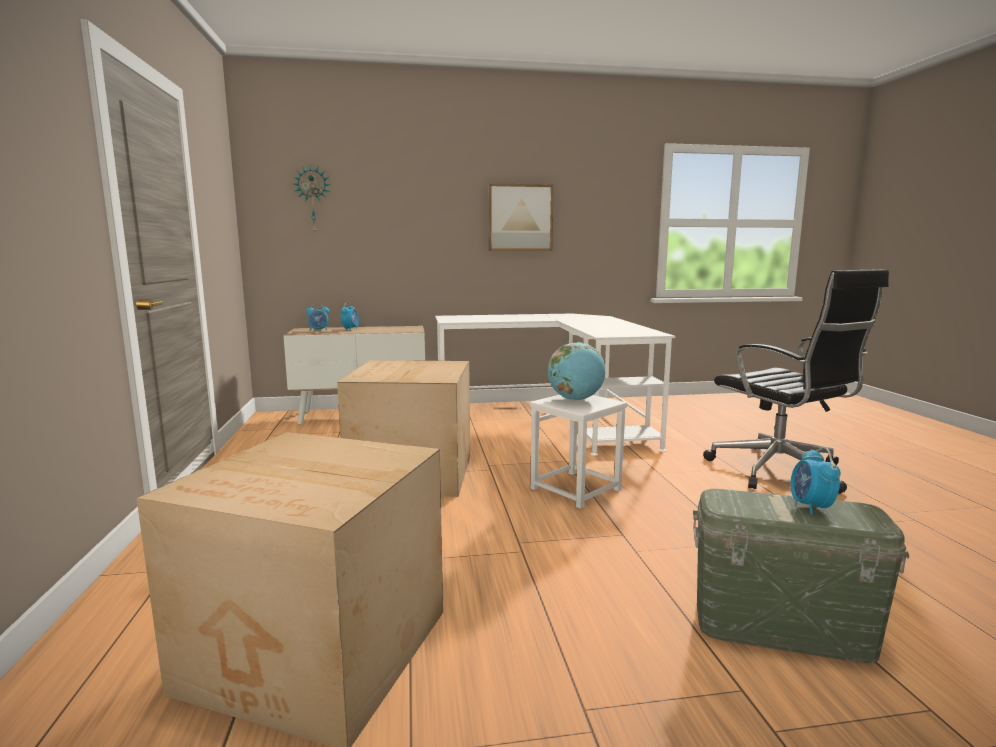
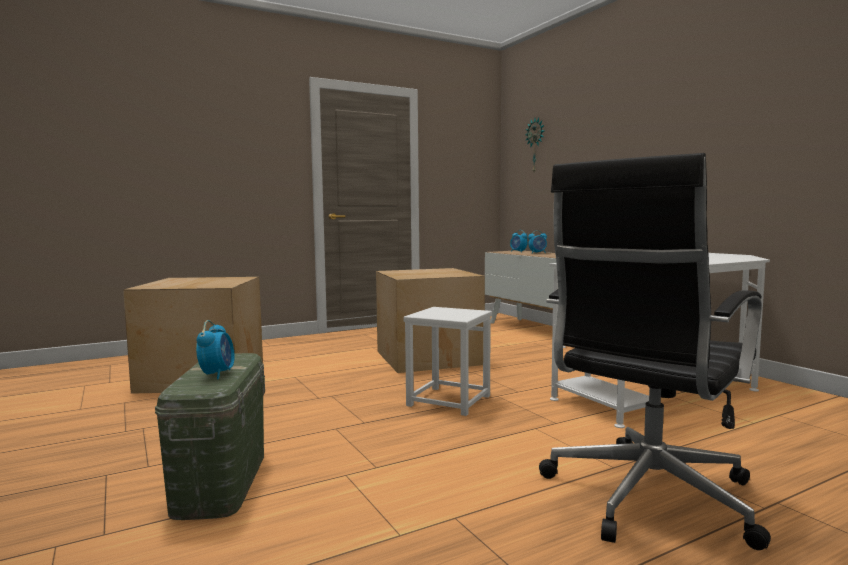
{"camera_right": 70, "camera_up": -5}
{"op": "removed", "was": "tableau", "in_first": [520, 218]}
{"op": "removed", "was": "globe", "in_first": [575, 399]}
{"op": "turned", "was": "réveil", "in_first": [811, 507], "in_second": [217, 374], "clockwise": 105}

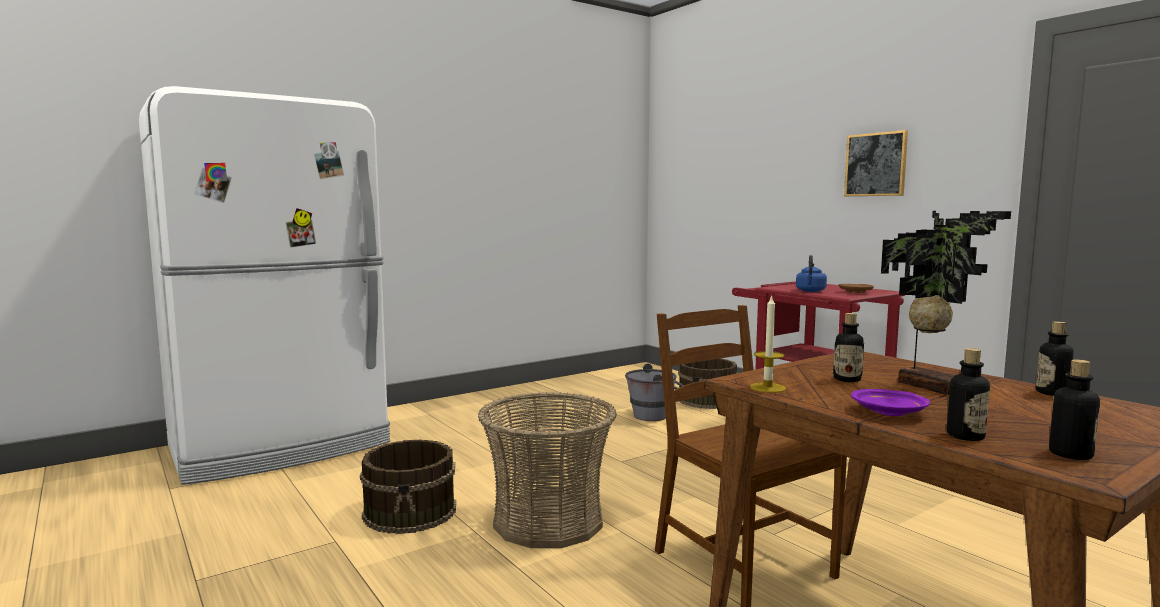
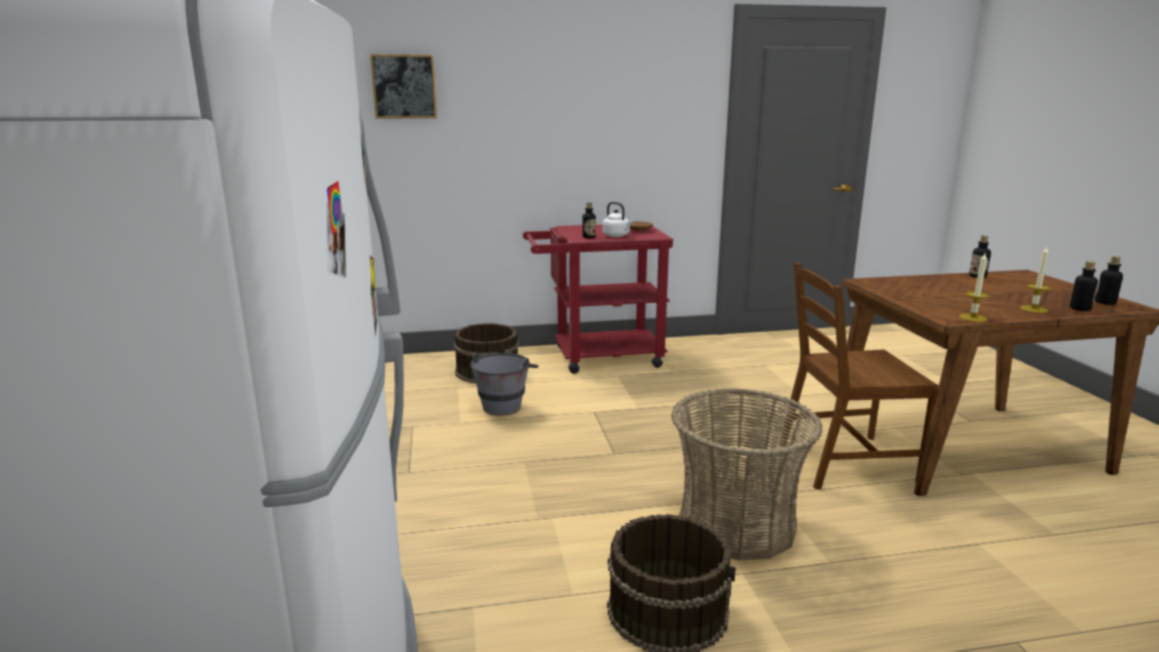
{"camera_right": -65, "camera_up": 10}
{"op": "moved", "was": "tableau", "in_first": [876, 164], "in_second": [404, 86]}
{"op": "removed", "was": "plante en pot", "in_first": [932, 386]}
{"op": "recoloured", "was": "bouilloire (bleu)", "now": "bouilloire (blanc)", "in_first": [810, 291], "in_second": [617, 236]}
{"op": "moved", "was": "bouteille", "in_first": [847, 379], "in_second": [589, 237]}
{"op": "replaced", "was": "assiette (violet)", "now": "bougie", "in_first": [890, 412], "in_second": [1034, 309]}

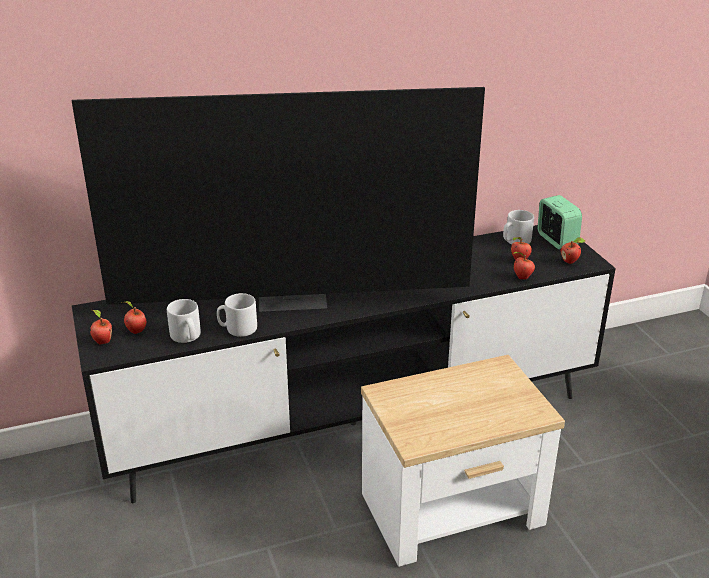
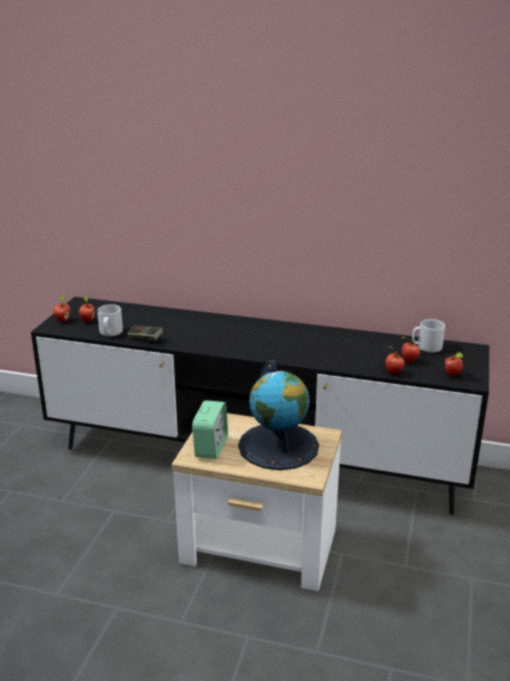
{"camera_right": 35, "camera_up": -5}
{"op": "removed", "was": "téléviseur", "in_first": [293, 297]}
{"op": "moved", "was": "réveil", "in_first": [556, 240], "in_second": [211, 447]}
{"op": "replaced", "was": "mug (gris)", "now": "manette", "in_first": [237, 329], "in_second": [145, 338]}
{"op": "added", "now": "globe", "in_second": [279, 446]}

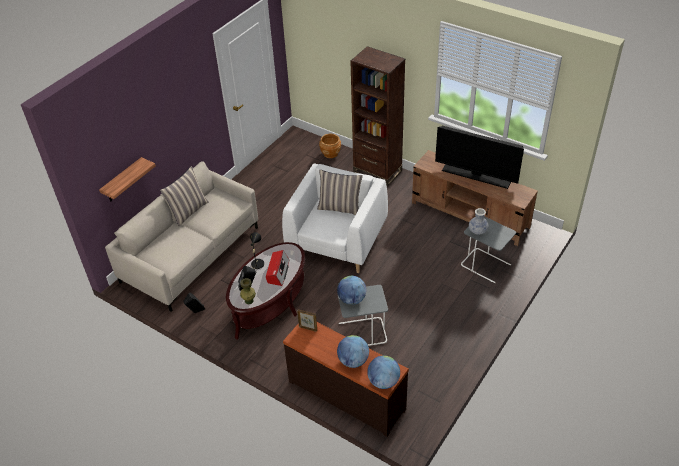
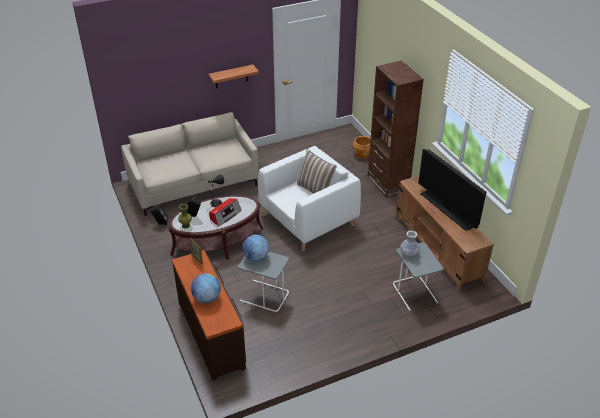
{"camera_right": 30, "camera_up": -5}
{"op": "moved", "was": "étagère", "in_first": [123, 181], "in_second": [231, 76]}
{"op": "removed", "was": "coussin", "in_first": [188, 211]}
{"op": "removed", "was": "globe", "in_first": [383, 381]}

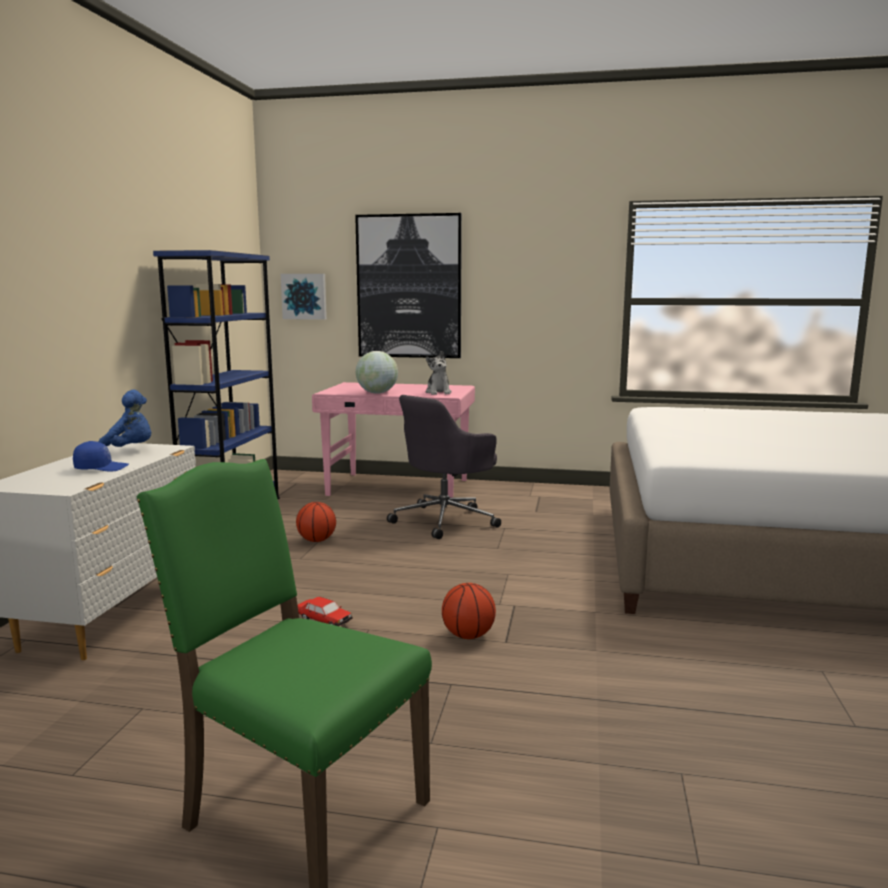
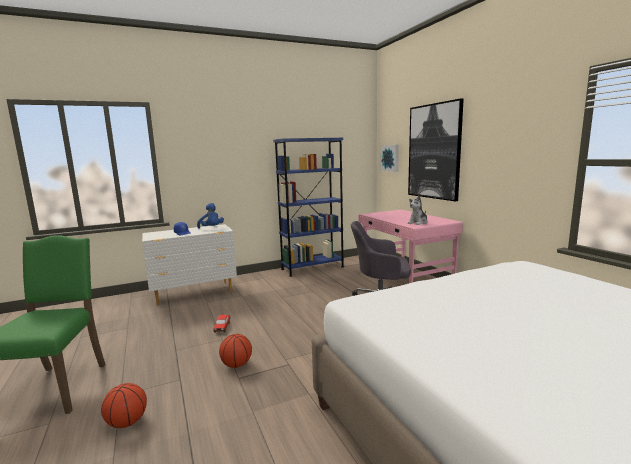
{"camera_right": 55, "camera_up": 0}
{"op": "removed", "was": "globe", "in_first": [377, 393]}
{"op": "moved", "was": "ballon de basket", "in_first": [317, 540], "in_second": [127, 422]}

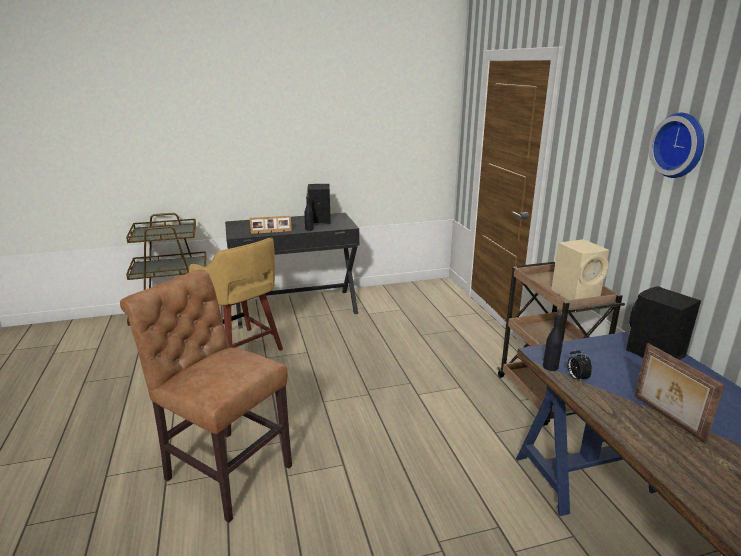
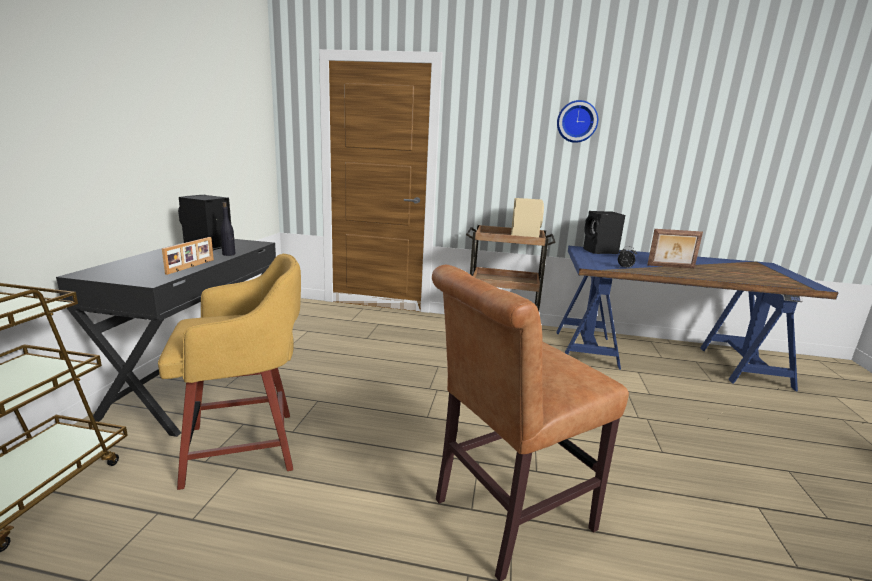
{"camera_right": -65, "camera_up": -5}
{"op": "removed", "was": "bouteille (noir)", "in_first": [550, 367]}

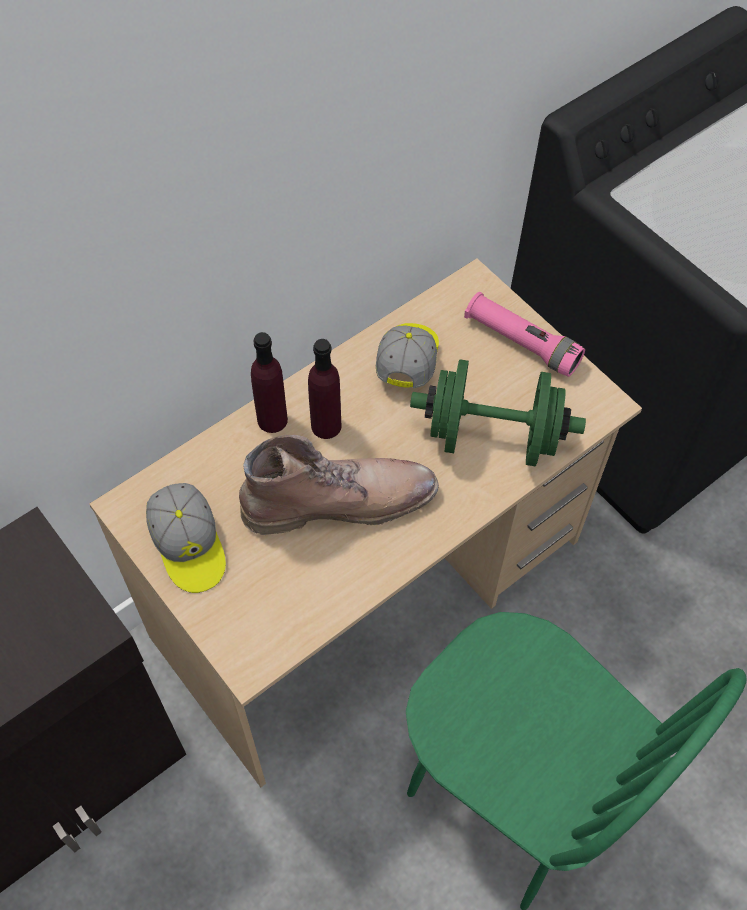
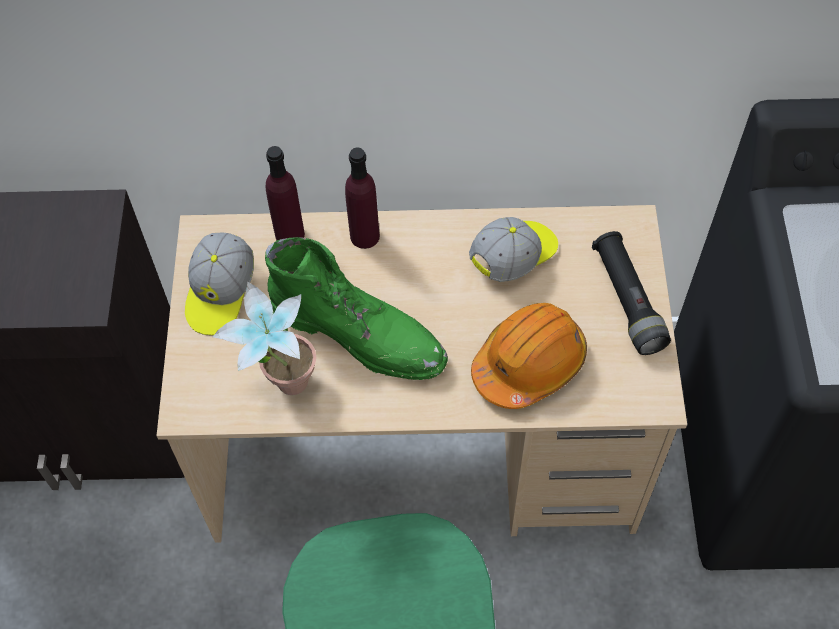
{"camera_right": 40, "camera_up": 0}
{"op": "recoloured", "was": "lampe de poche (rose)", "now": "lampe de poche (noir)", "in_first": [521, 343], "in_second": [627, 301]}
{"op": "moved", "was": "bouteille (violet)", "in_first": [326, 426], "in_second": [289, 234]}
{"op": "replaced", "was": "haltère (vert)", "now": "casque de chantier (orange)", "in_first": [492, 437], "in_second": [529, 363]}
{"op": "recoloured", "was": "botte (marron)", "now": "botte (vert)", "in_first": [340, 500], "in_second": [360, 333]}
{"op": "added", "now": "plante en pot", "in_second": [281, 387]}

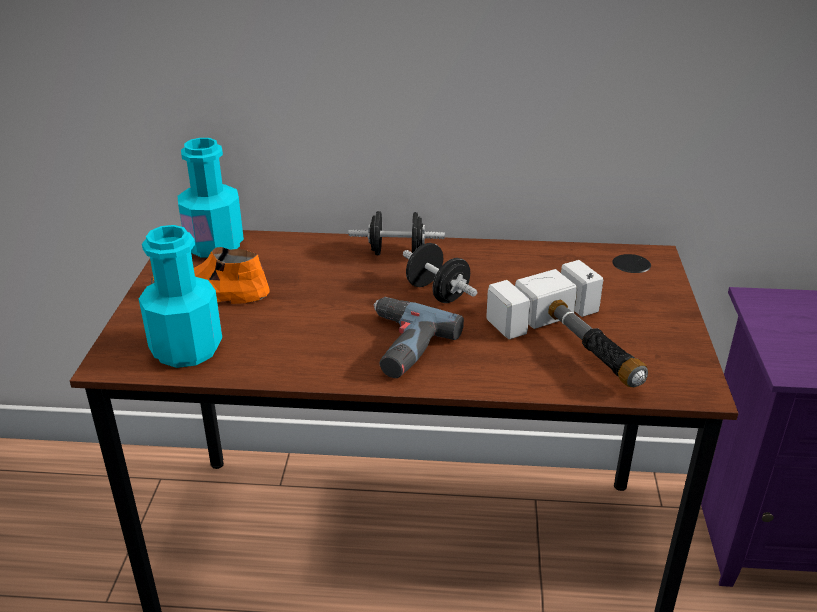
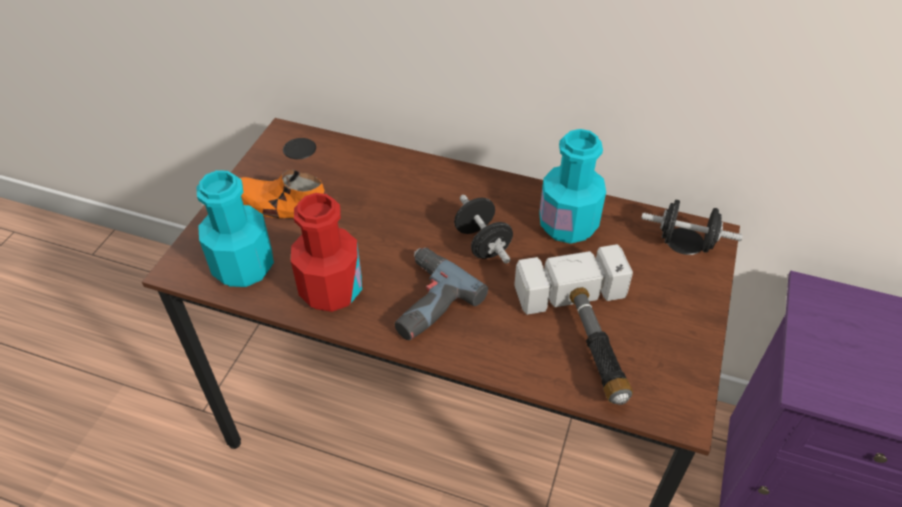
{"camera_right": 15, "camera_up": 15}
{"op": "moved", "was": "bouteille (turquoise)", "in_first": [214, 245], "in_second": [568, 224]}
{"op": "moved", "was": "haltère (noir)", "in_first": [396, 253], "in_second": [686, 241]}
{"op": "added", "now": "bouteille (rouge)", "in_second": [331, 289]}

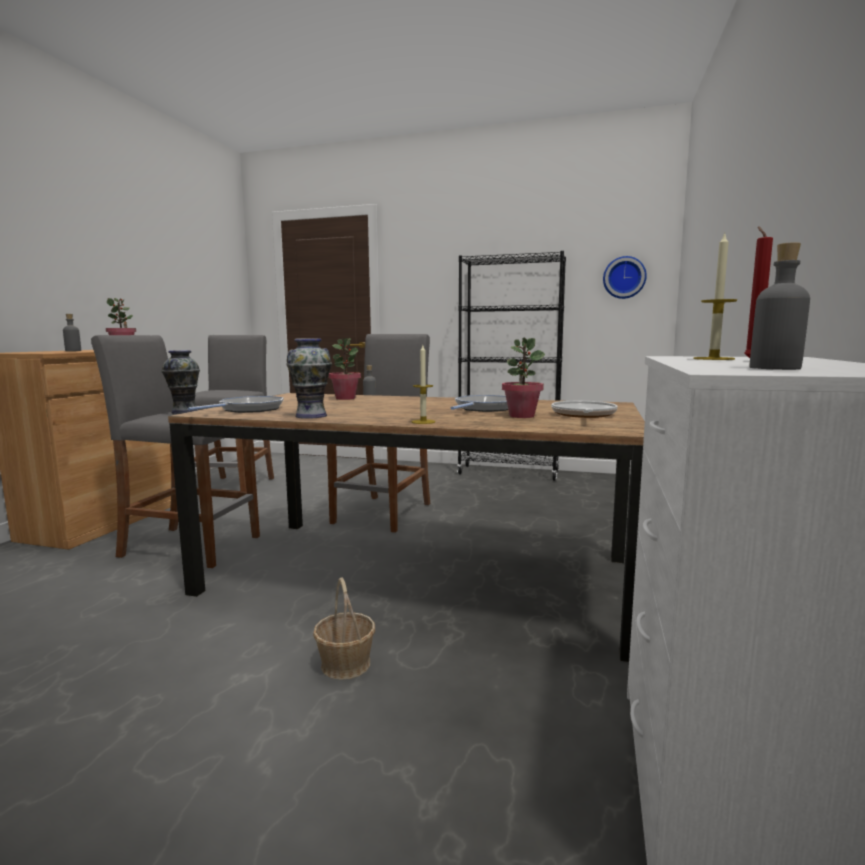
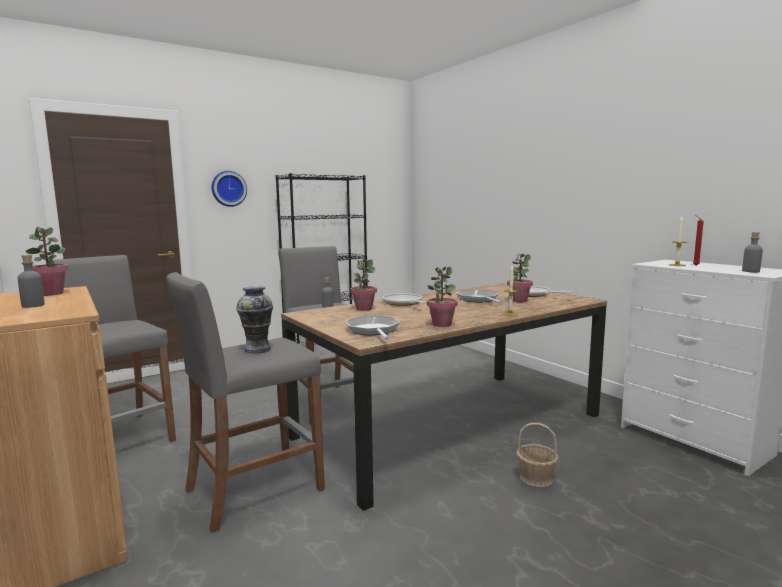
{"camera_right": -50, "camera_up": 0}
{"op": "moved", "was": "horloge murale", "in_first": [624, 277], "in_second": [228, 188]}
{"op": "replaced", "was": "vase", "now": "plante en pot", "in_first": [311, 416], "in_second": [441, 324]}
{"op": "added", "now": "poêle", "in_second": [403, 303]}

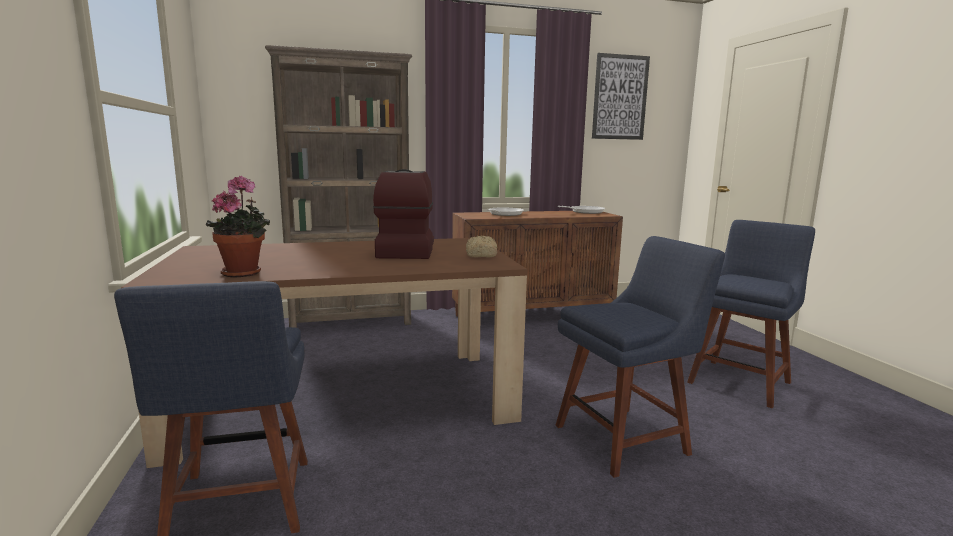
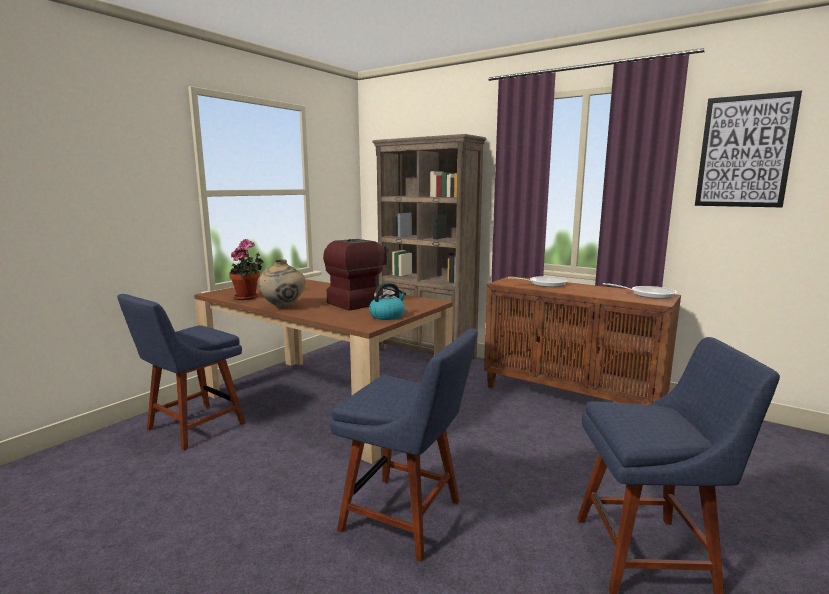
{"camera_right": 50, "camera_up": 0}
{"op": "replaced", "was": "pain", "now": "bouilloire", "in_first": [481, 255], "in_second": [387, 316]}
{"op": "added", "now": "vase (beige)", "in_second": [283, 307]}

